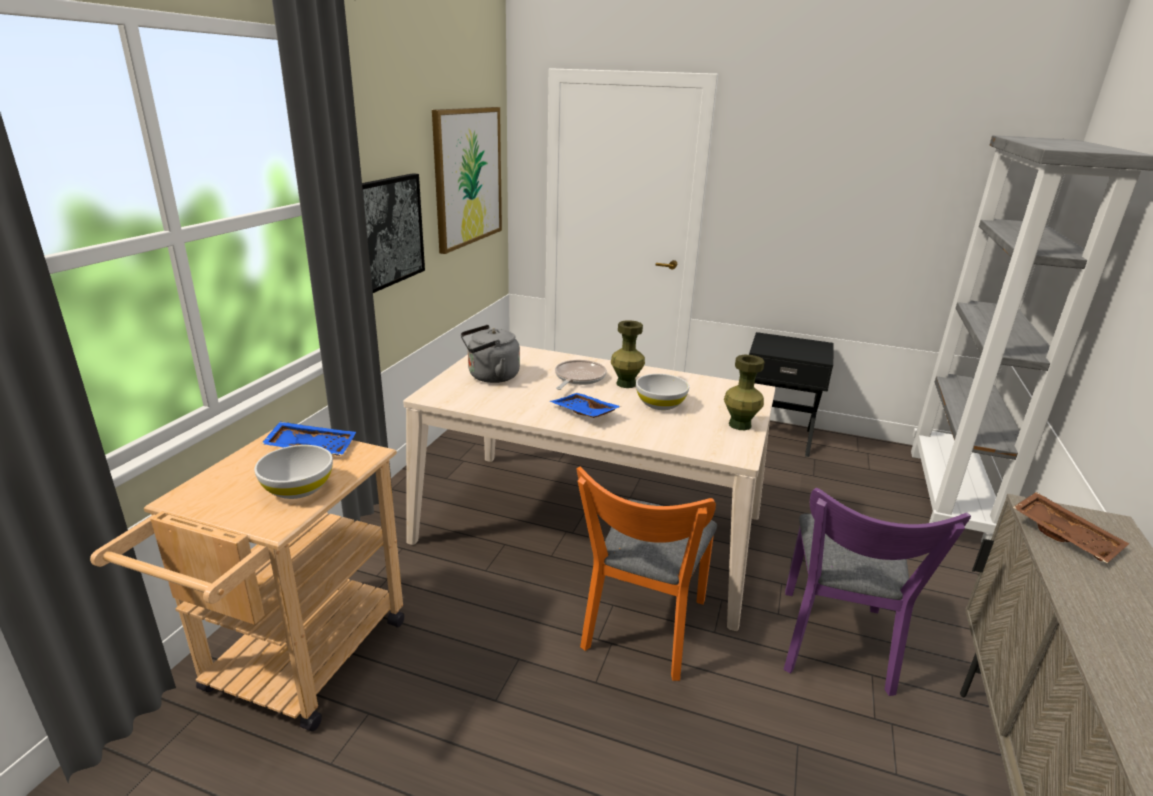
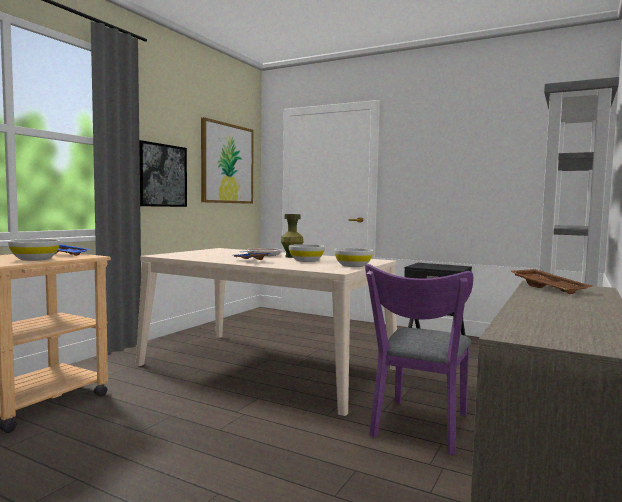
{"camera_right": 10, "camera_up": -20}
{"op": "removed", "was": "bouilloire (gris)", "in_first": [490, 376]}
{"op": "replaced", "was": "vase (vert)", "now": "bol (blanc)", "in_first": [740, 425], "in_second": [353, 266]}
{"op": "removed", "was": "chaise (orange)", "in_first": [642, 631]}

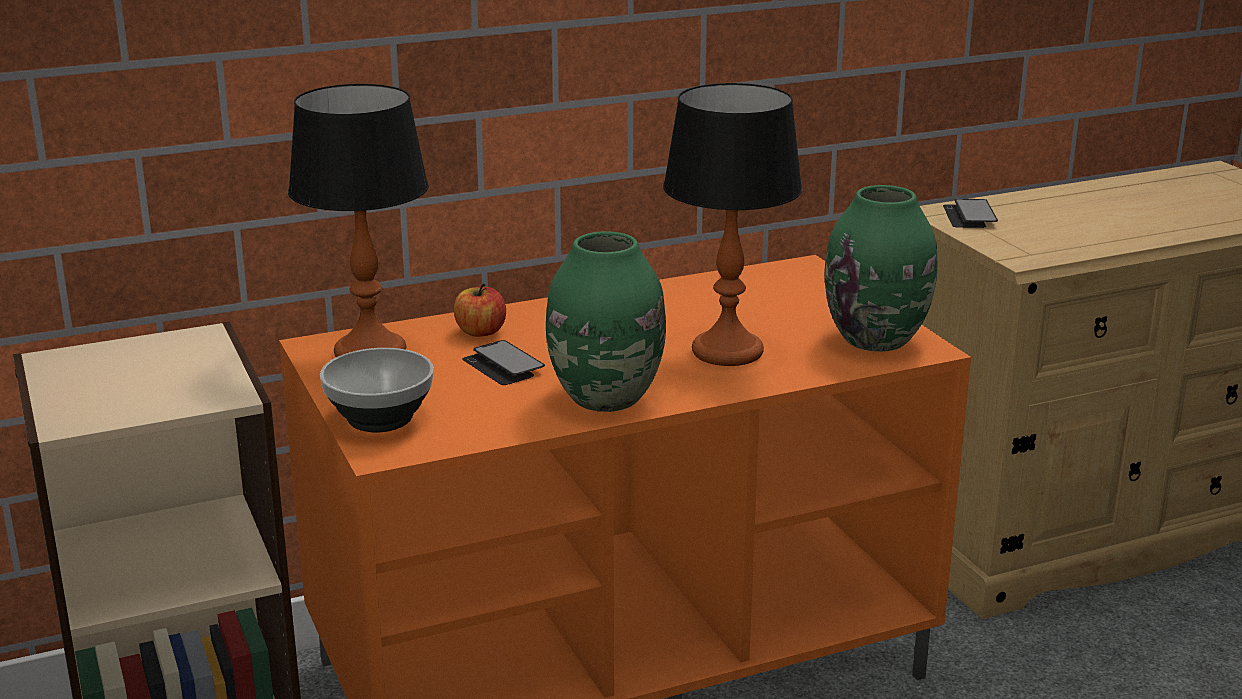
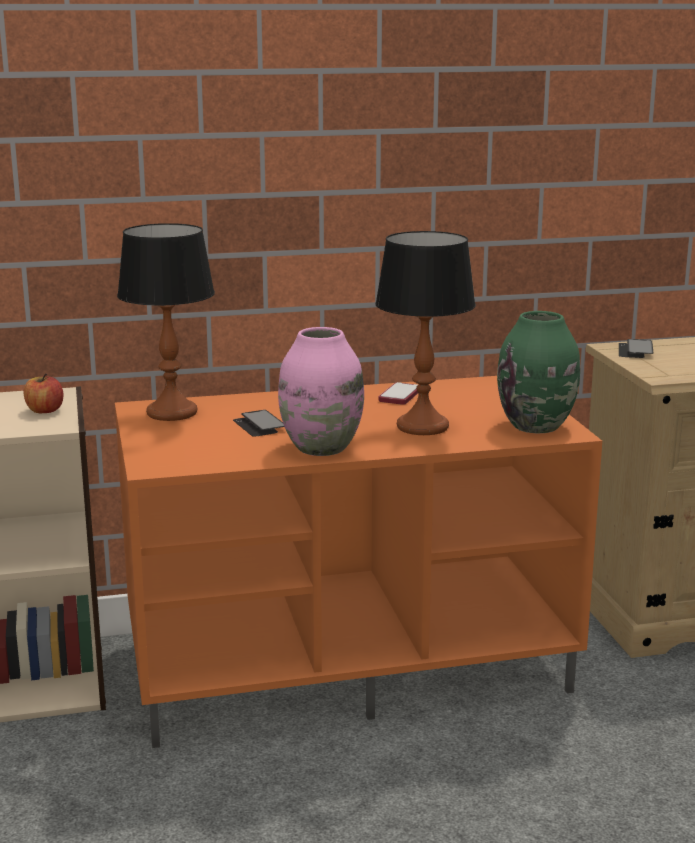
{"camera_right": 10, "camera_up": -5}
{"op": "recoloured", "was": "vase (vert)", "now": "vase (rose)", "in_first": [606, 398], "in_second": [321, 448]}
{"op": "moved", "was": "pomme", "in_first": [480, 332], "in_second": [44, 410]}
{"op": "removed", "was": "bol", "in_first": [380, 418]}
{"op": "added", "now": "téléphone", "in_second": [400, 395]}

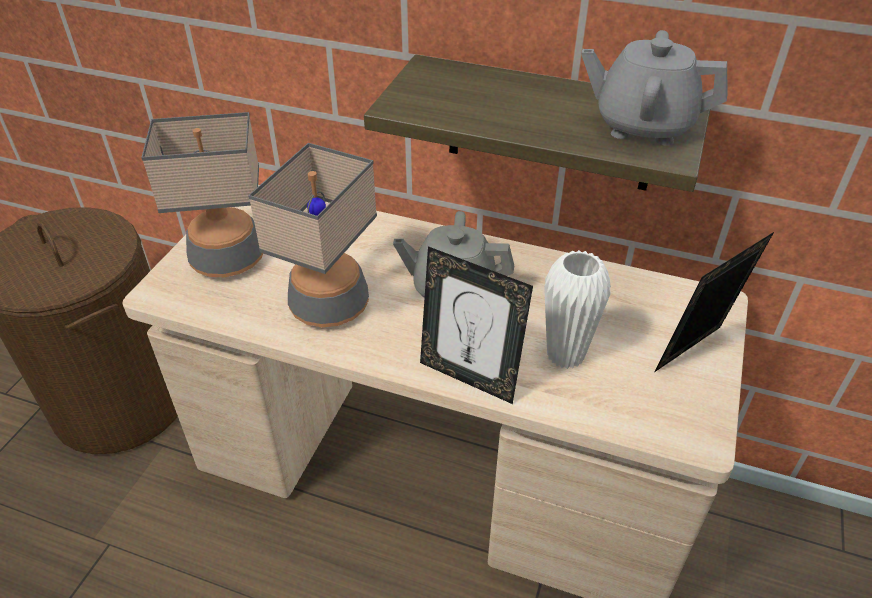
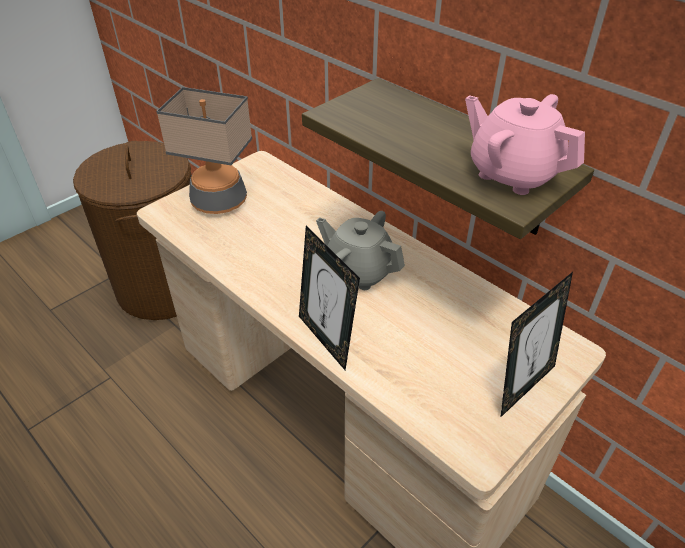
{"camera_right": 25, "camera_up": 0}
{"op": "recoloured", "was": "théière (gris)", "now": "théière (rose)", "in_first": [643, 126], "in_second": [512, 173]}
{"op": "removed", "was": "lampe de table", "in_first": [329, 305]}
{"op": "turned", "was": "cadre photo", "in_first": [694, 354], "in_second": [522, 386], "clockwise": 150}
{"op": "removed", "was": "vase (blanc)", "in_first": [565, 355]}

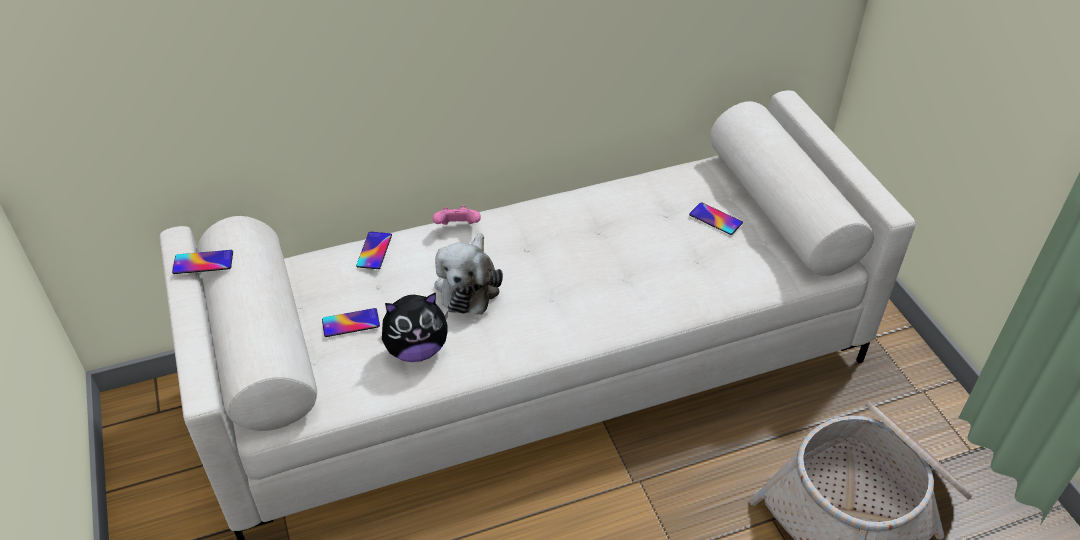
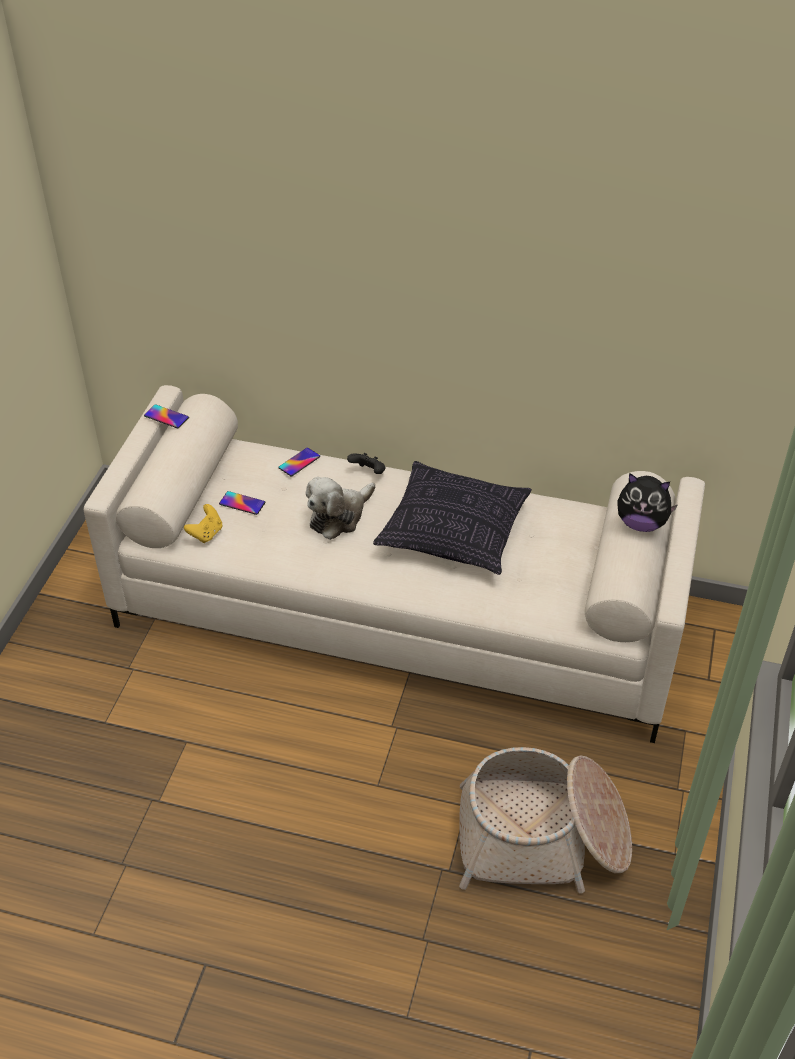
{"camera_right": 35, "camera_up": 0}
{"op": "removed", "was": "téléphone", "in_first": [715, 219]}
{"op": "recoloured", "was": "manette (rose)", "now": "manette (noir)", "in_first": [458, 227], "in_second": [368, 472]}
{"op": "moved", "was": "peluche", "in_first": [416, 349], "in_second": [641, 523]}
{"op": "added", "now": "coussin", "in_second": [454, 532]}
{"op": "added", "now": "manette (jaune)", "in_second": [206, 533]}

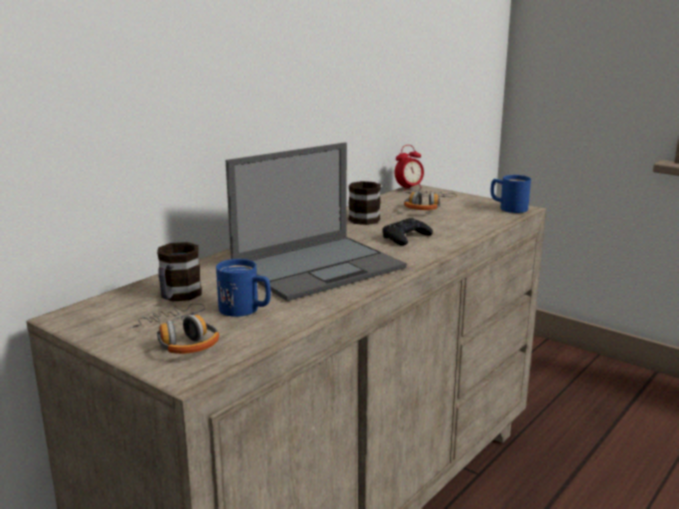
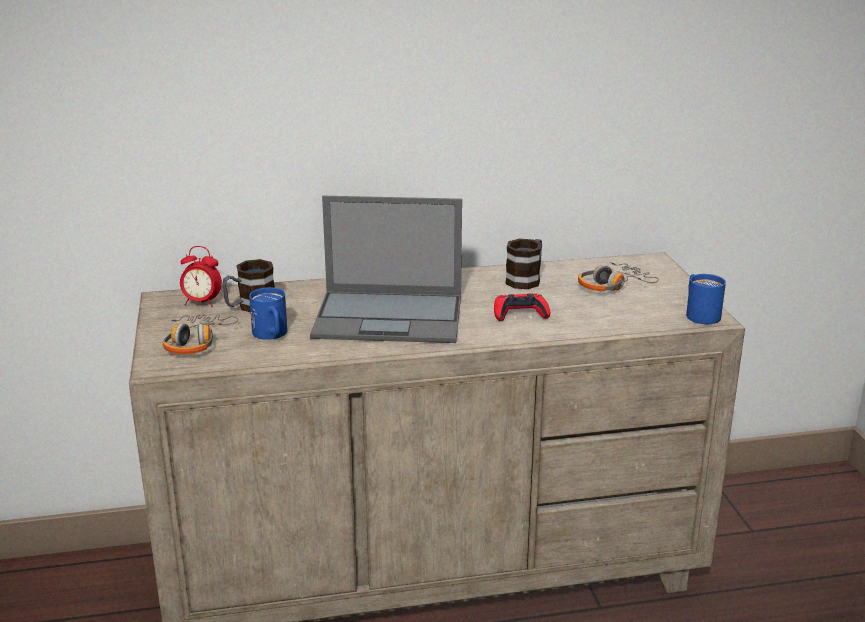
{"camera_right": 40, "camera_up": 5}
{"op": "moved", "was": "réveil", "in_first": [409, 188], "in_second": [202, 303]}
{"op": "recoloured", "was": "manette (noir)", "now": "manette (rouge)", "in_first": [406, 237], "in_second": [520, 313]}

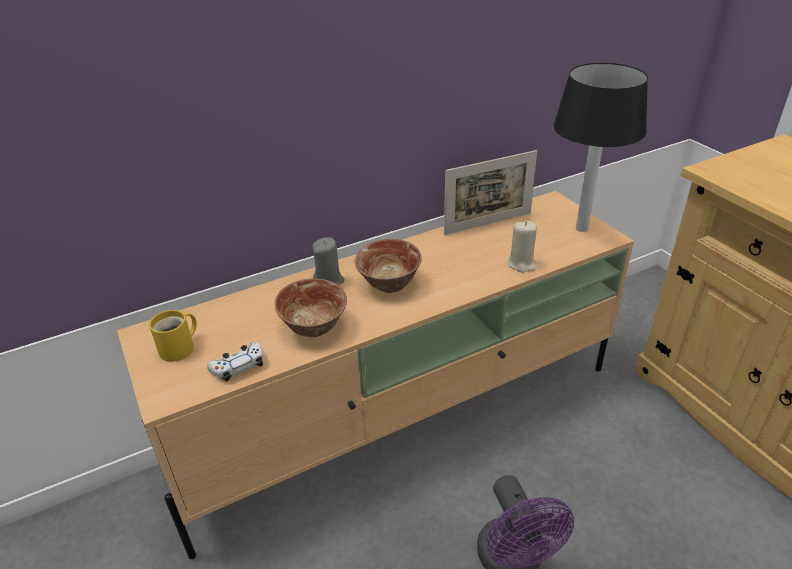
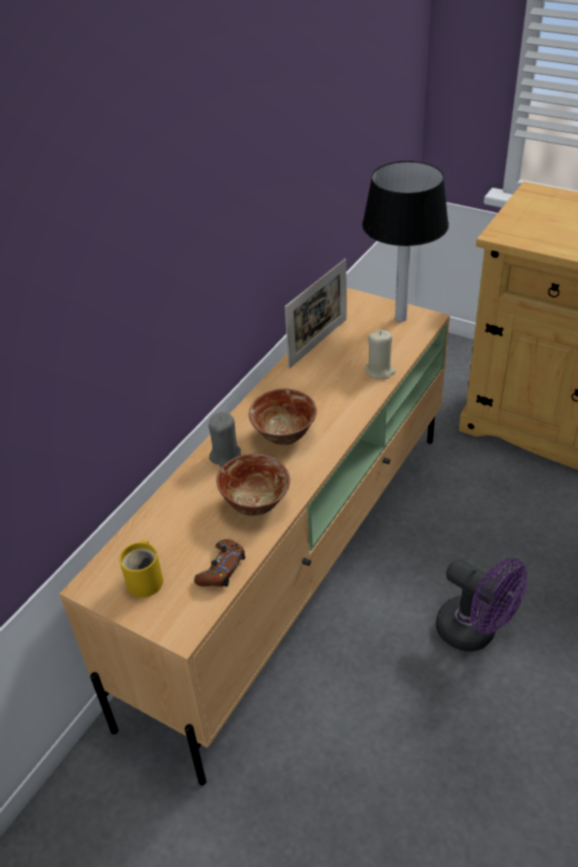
{"camera_right": -30, "camera_up": 5}
{"op": "recoloured", "was": "manette (blanc)", "now": "manette (marron)", "in_first": [238, 366], "in_second": [221, 569]}

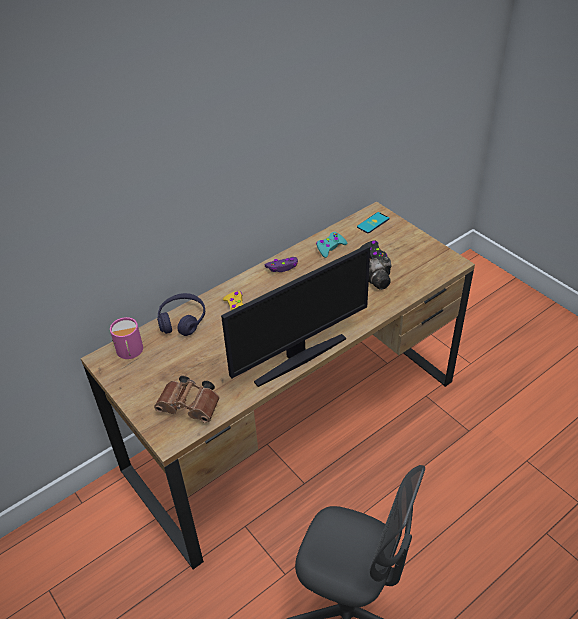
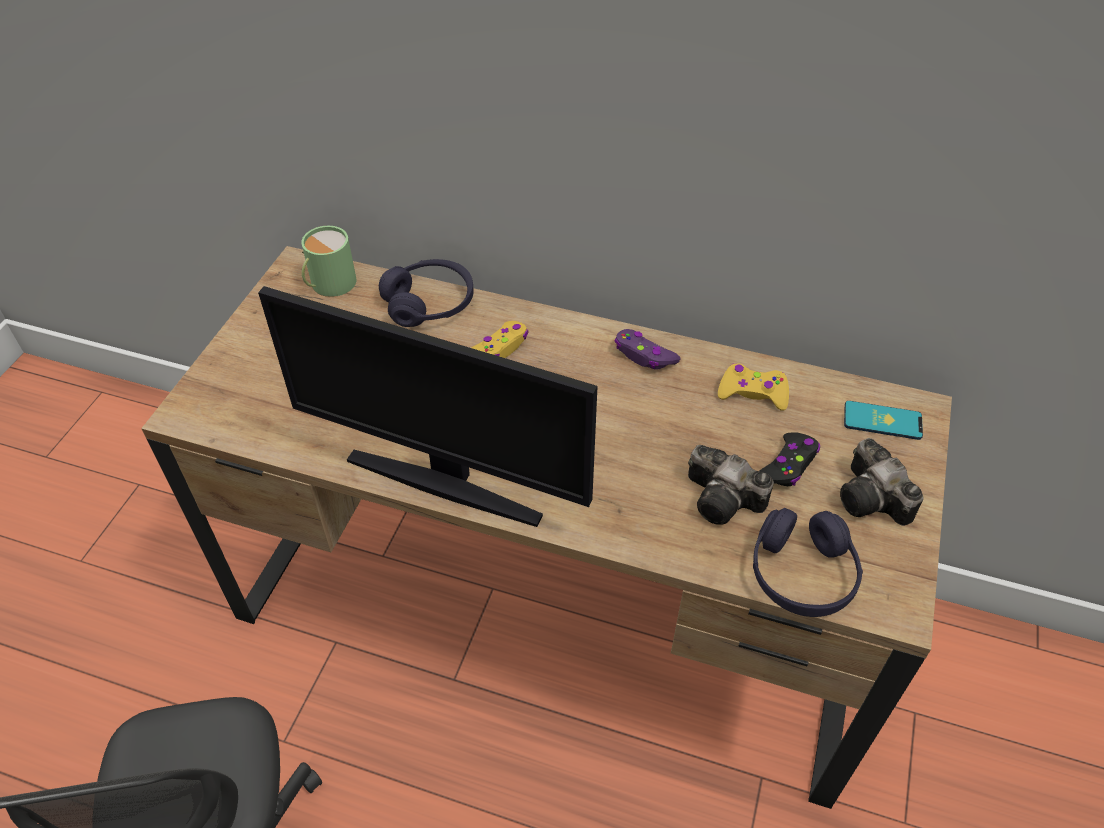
{"camera_right": 55, "camera_up": 5}
{"op": "recoloured", "was": "manette (turquoise)", "now": "manette (jaune)", "in_first": [330, 247], "in_second": [752, 393]}
{"op": "recoloured", "was": "mug (rose)", "now": "mug (vert)", "in_first": [129, 351], "in_second": [329, 284]}
{"op": "removed", "was": "jumelles (marron)", "in_first": [191, 407]}
{"op": "added", "now": "appareil photo", "in_second": [873, 501]}
{"op": "added", "now": "casque audio (violet)", "in_second": [802, 574]}

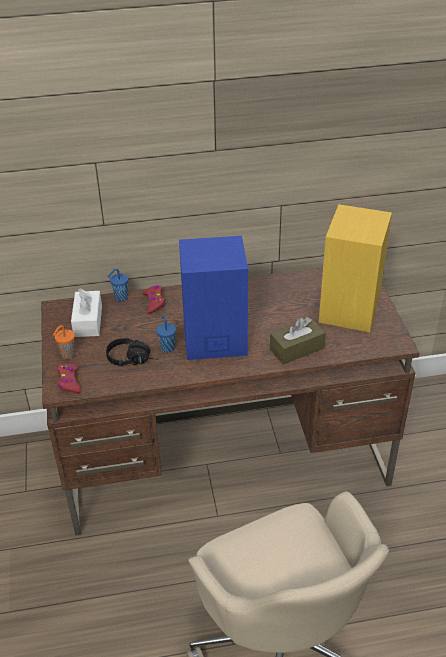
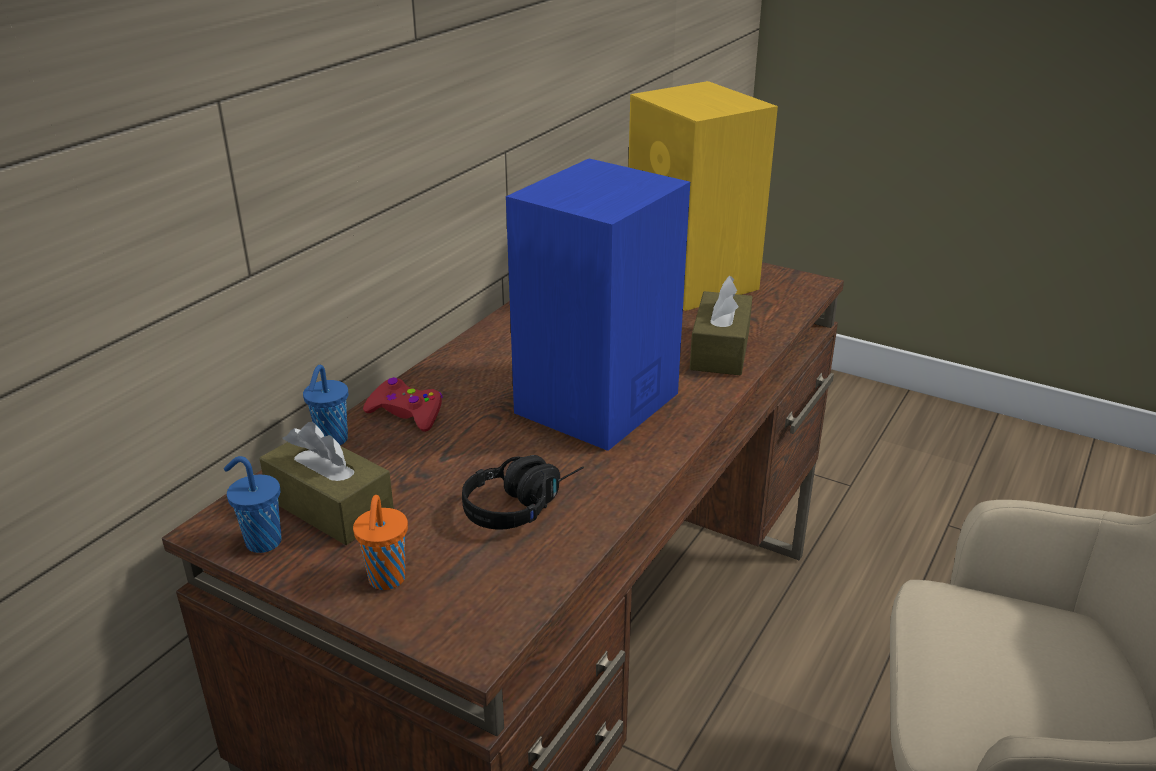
{"camera_right": -50, "camera_up": -10}
{"op": "recoloured", "was": "boîte à mouchoirs (blanc)", "now": "boîte à mouchoirs (marron)", "in_first": [88, 321], "in_second": [330, 506]}
{"op": "moved", "was": "tasse (bleu)", "in_first": [167, 348], "in_second": [261, 542]}
{"op": "removed", "was": "manette (rouge)", "in_first": [69, 382]}

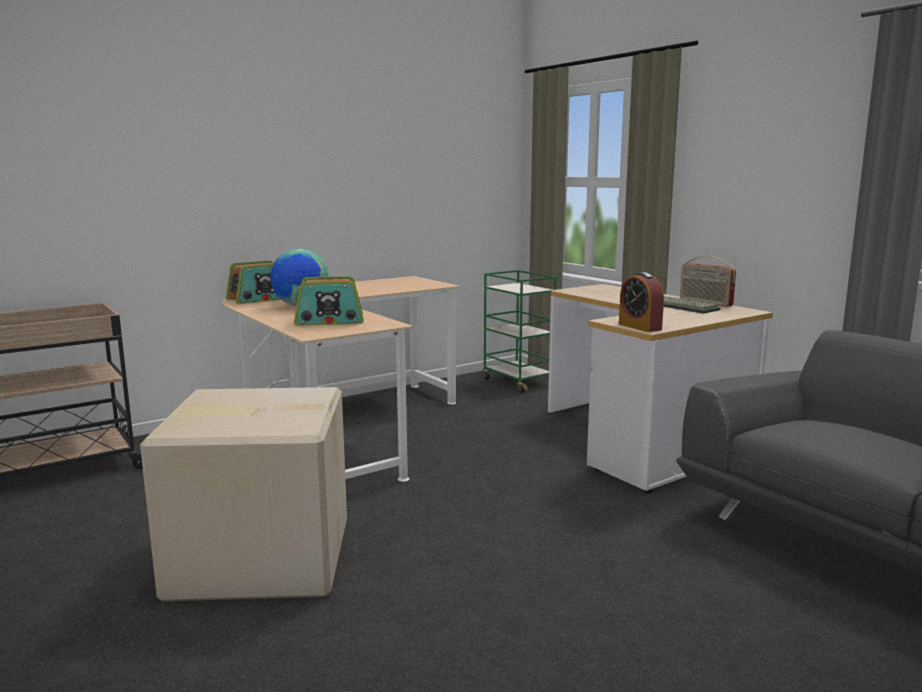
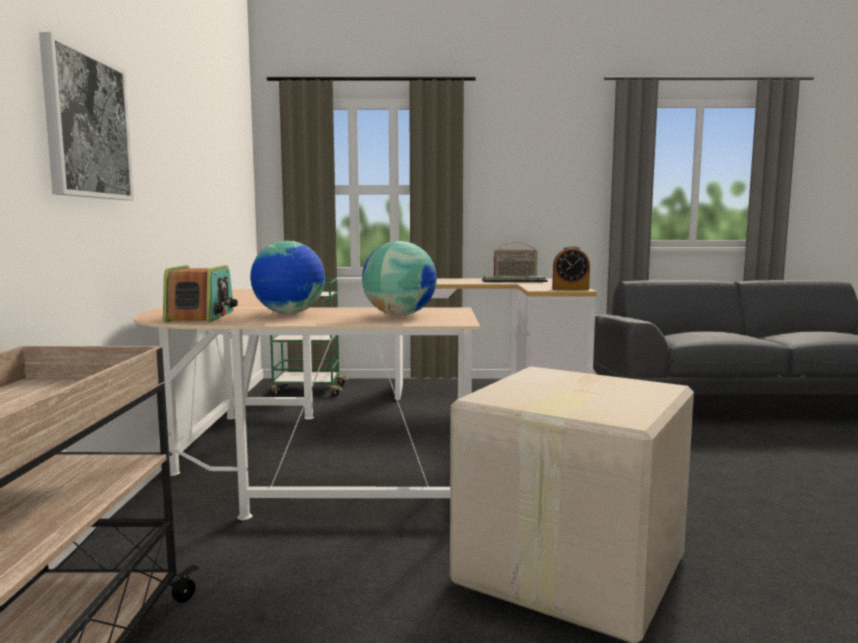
{"camera_right": -55, "camera_up": -5}
{"op": "replaced", "was": "radio", "now": "globe", "in_first": [329, 321], "in_second": [399, 315]}
{"op": "added", "now": "tableau", "in_second": [87, 126]}

